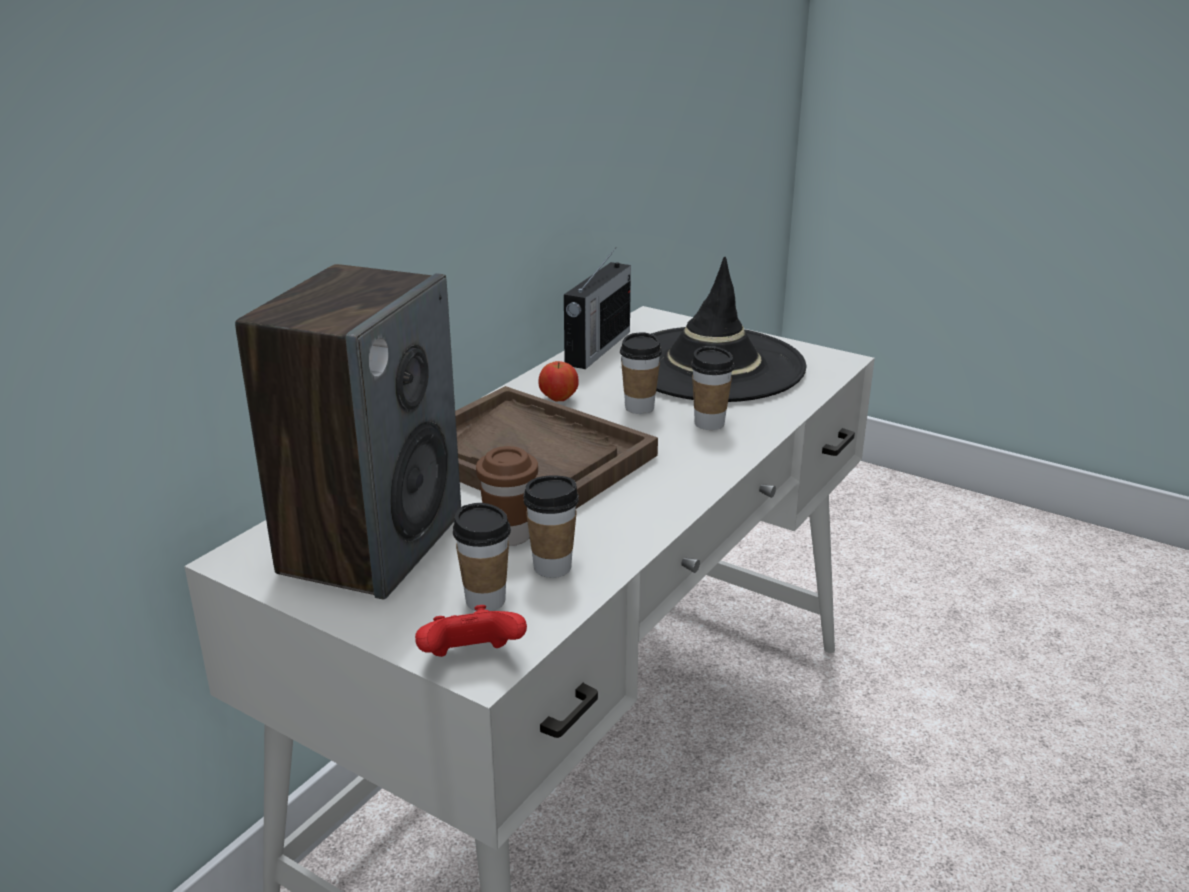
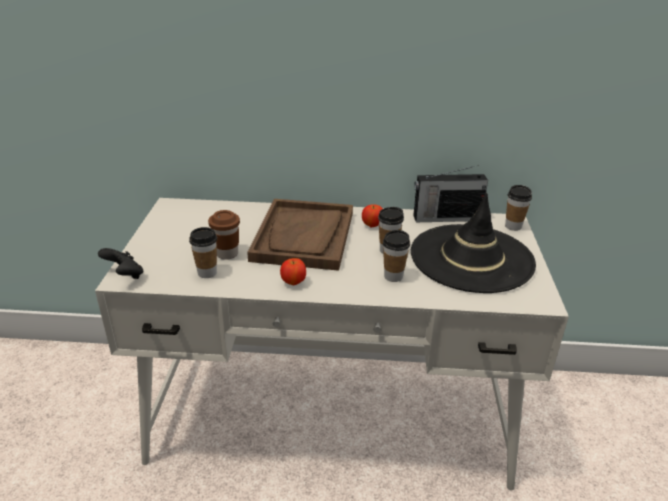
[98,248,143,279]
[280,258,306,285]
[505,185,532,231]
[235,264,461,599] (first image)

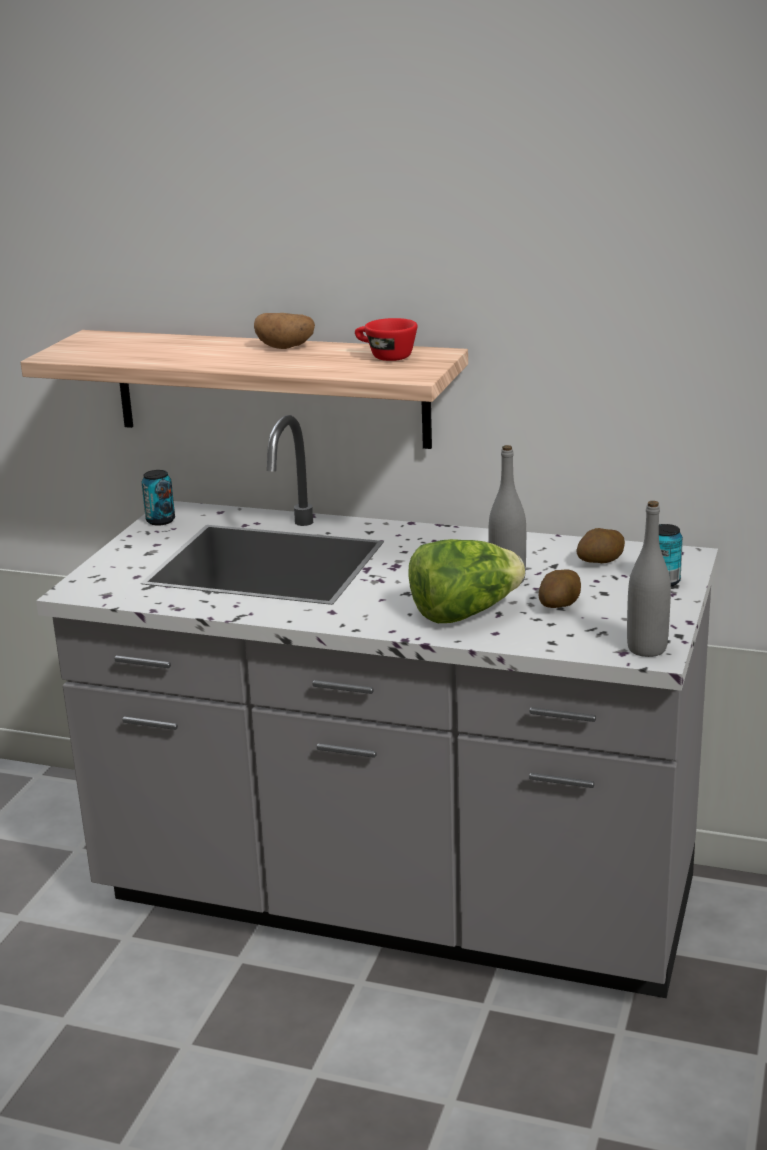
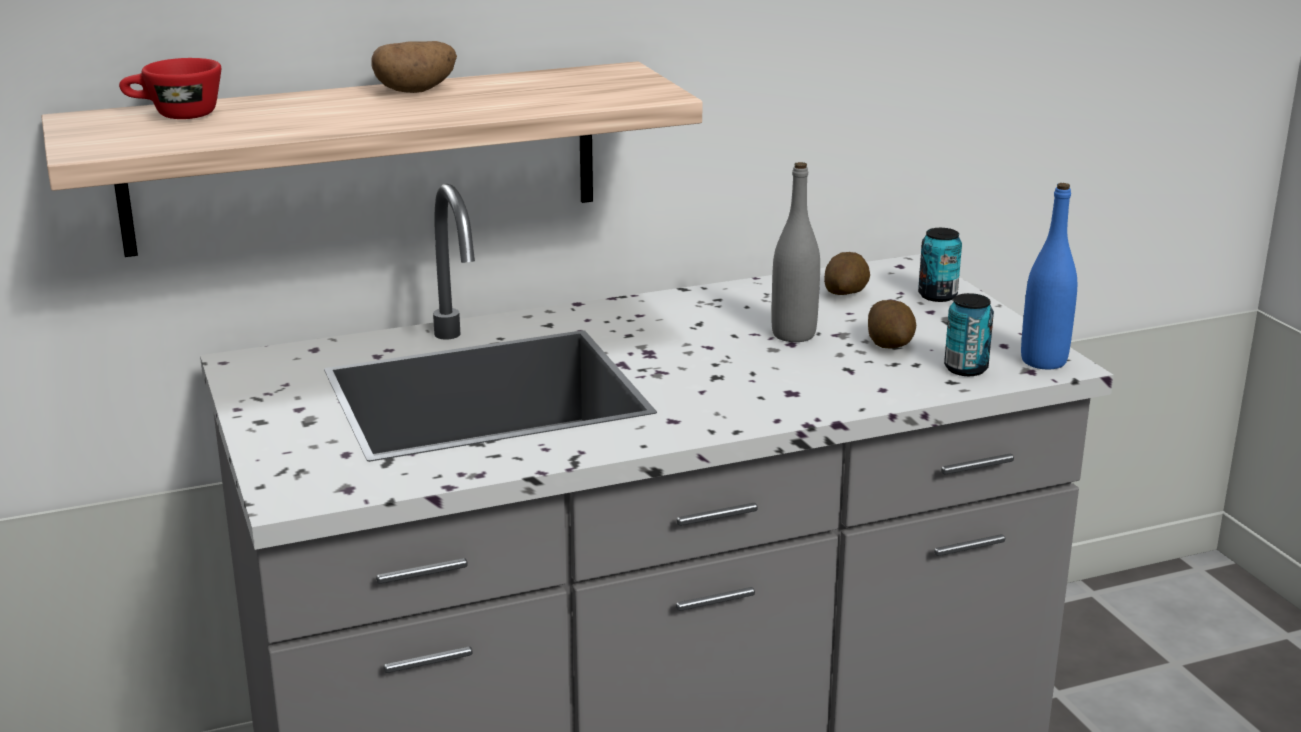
[119,58,221,119]
[944,293,994,376]
[1021,183,1077,369]
[408,539,525,623] (first image)

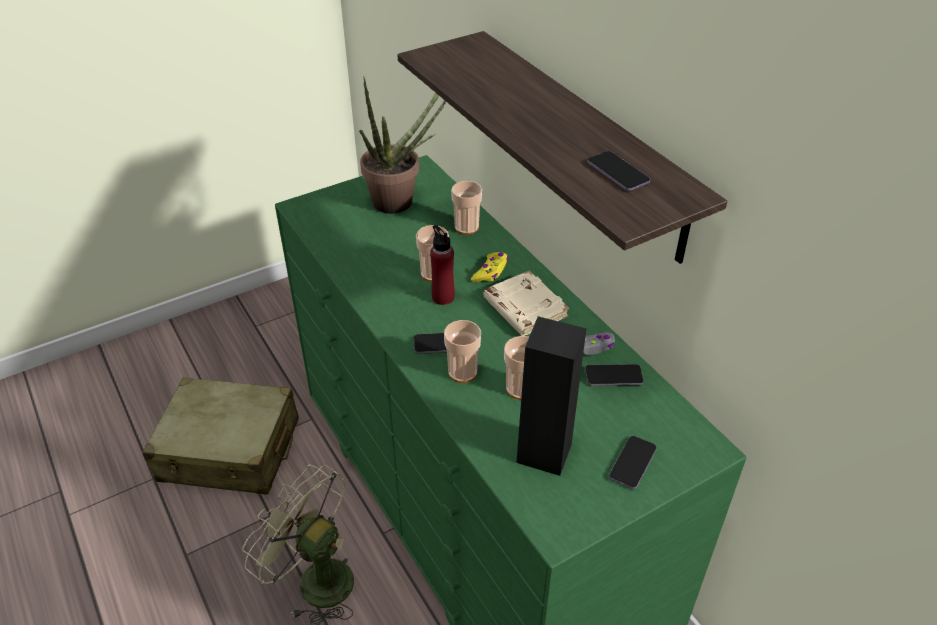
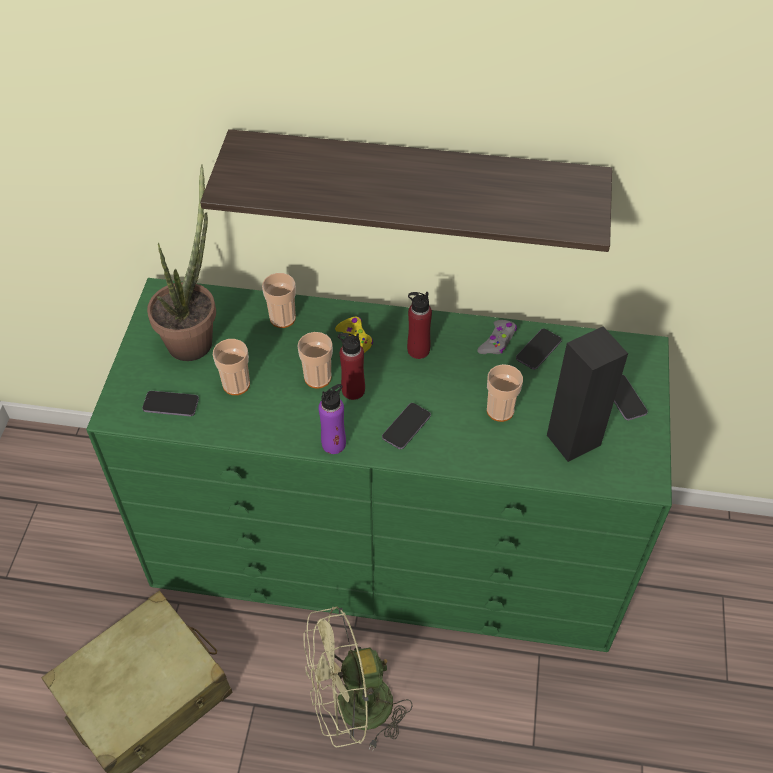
[142,391,199,416]
[213,339,250,395]
[319,384,346,454]
[407,292,432,359]

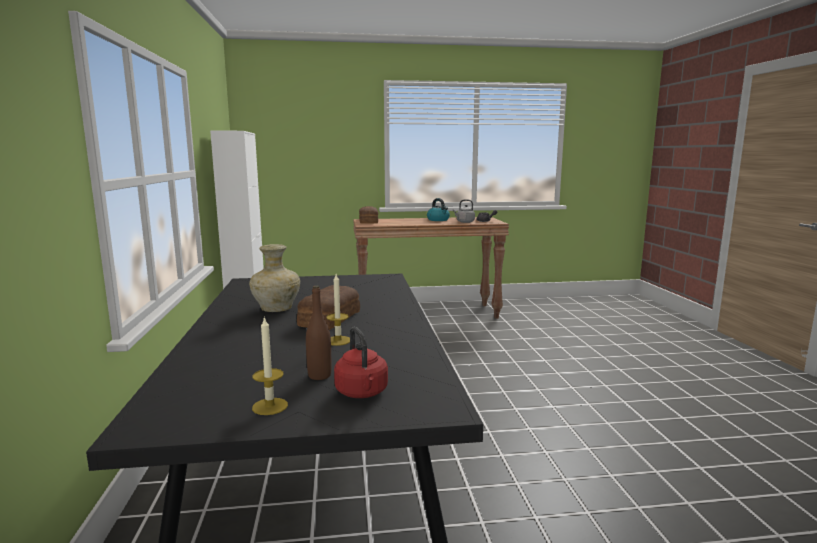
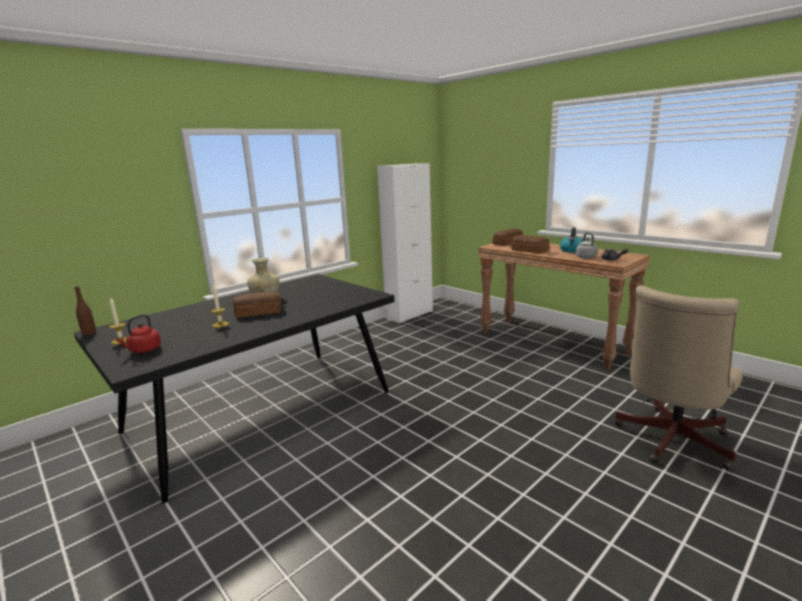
[75,286,96,335]
[511,235,549,254]
[614,285,743,470]

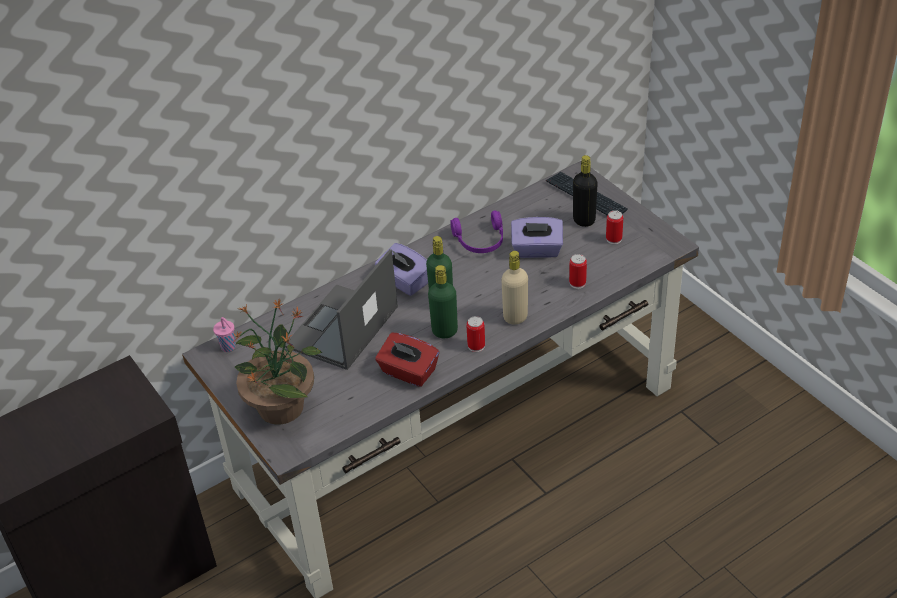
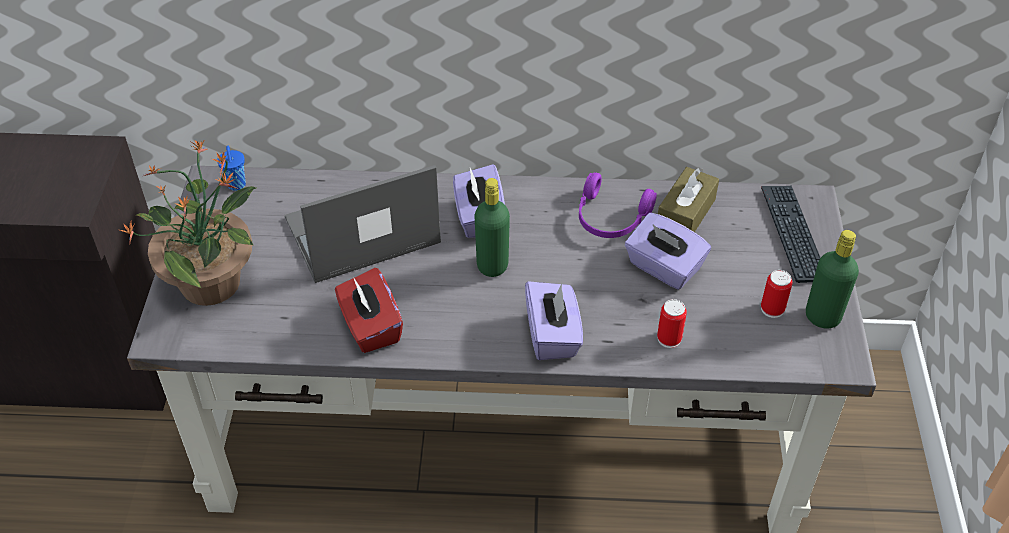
[217,146,246,191]
[525,281,583,360]
[658,167,719,232]
[806,230,859,329]
[466,316,485,352] (first image)
[573,155,598,227] (first image)

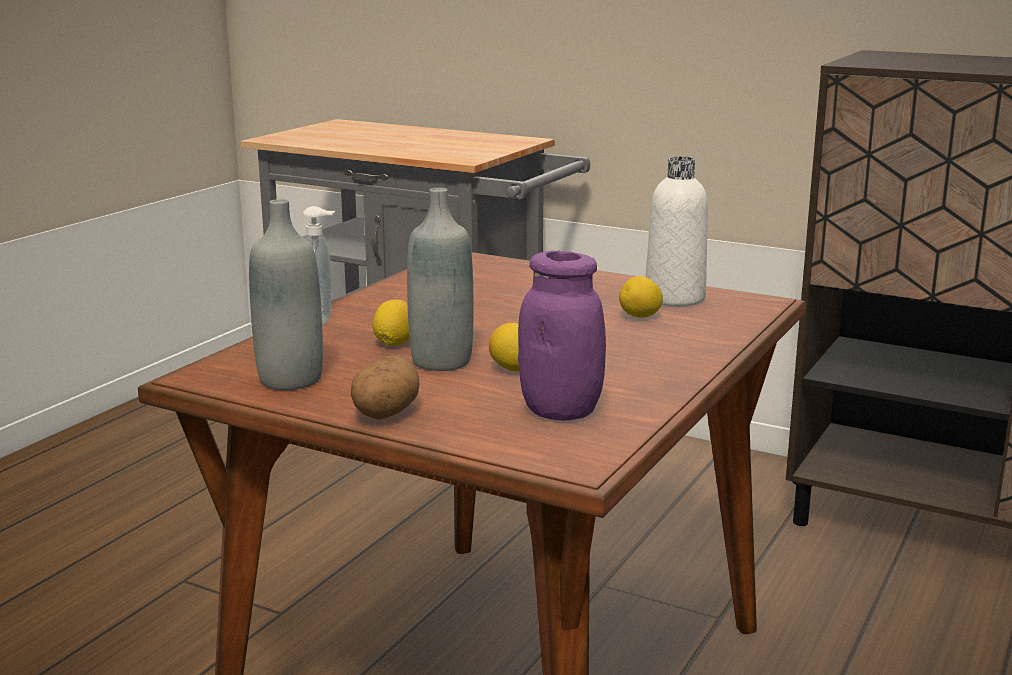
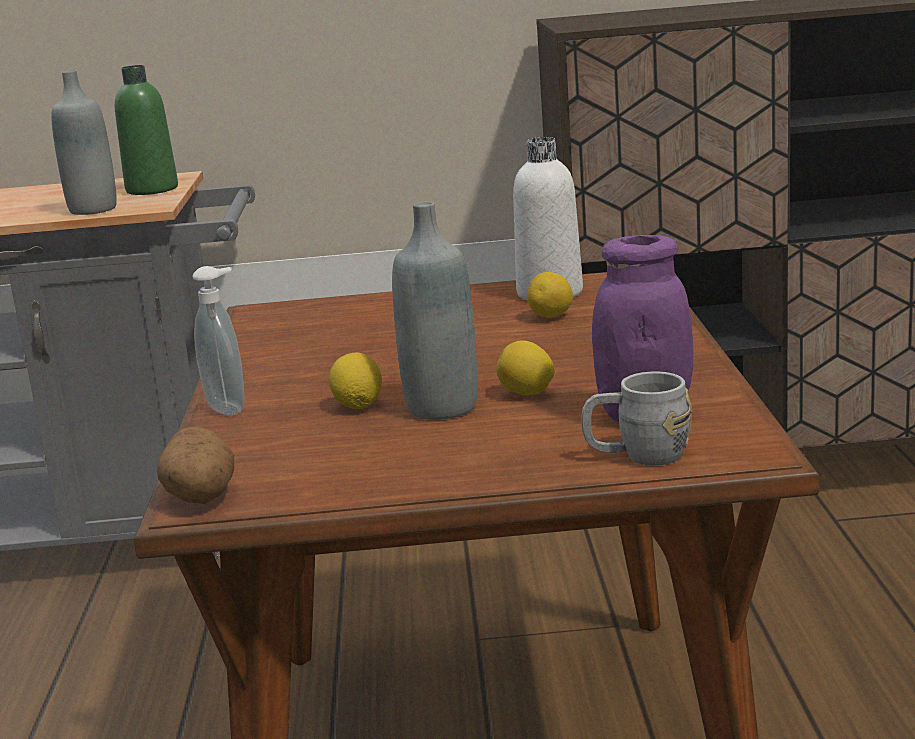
[51,70,117,215]
[115,65,178,195]
[157,427,234,504]
[581,371,692,466]

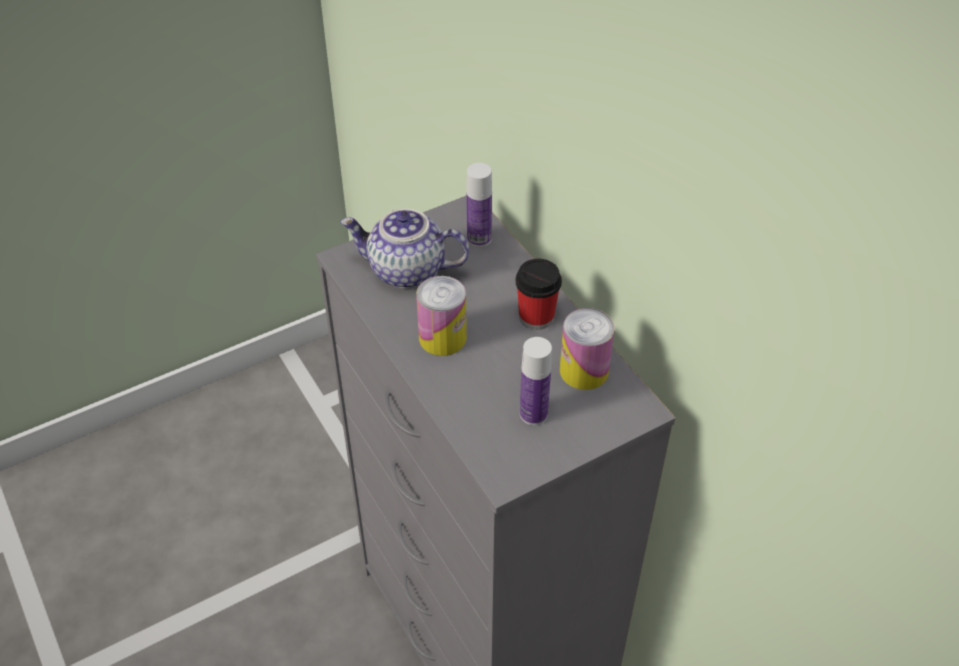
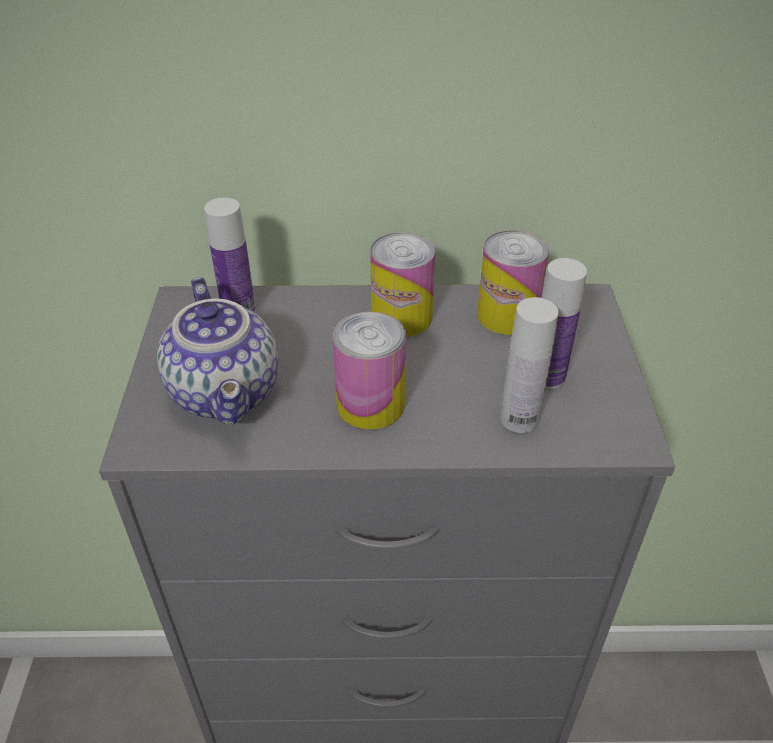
[157,277,279,424]
[370,232,436,337]
[500,297,559,433]

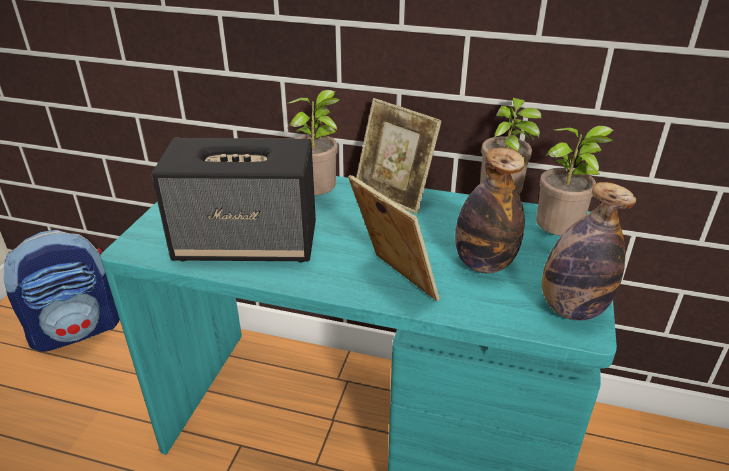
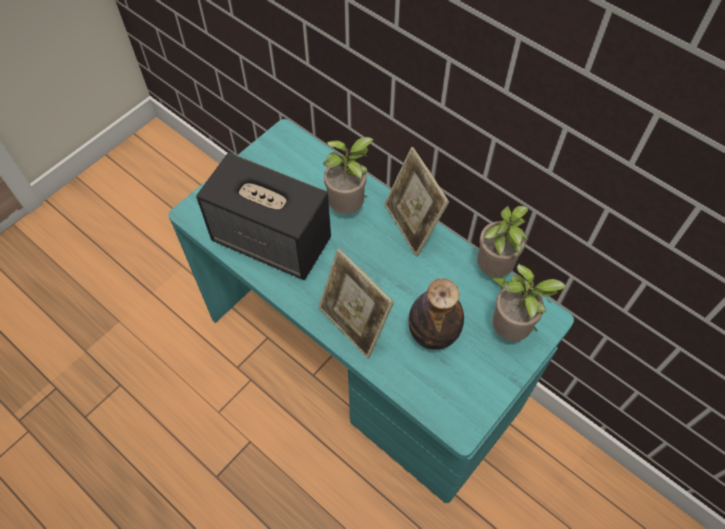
[319,249,394,359]
[3,230,120,352] (first image)
[542,182,636,320] (first image)

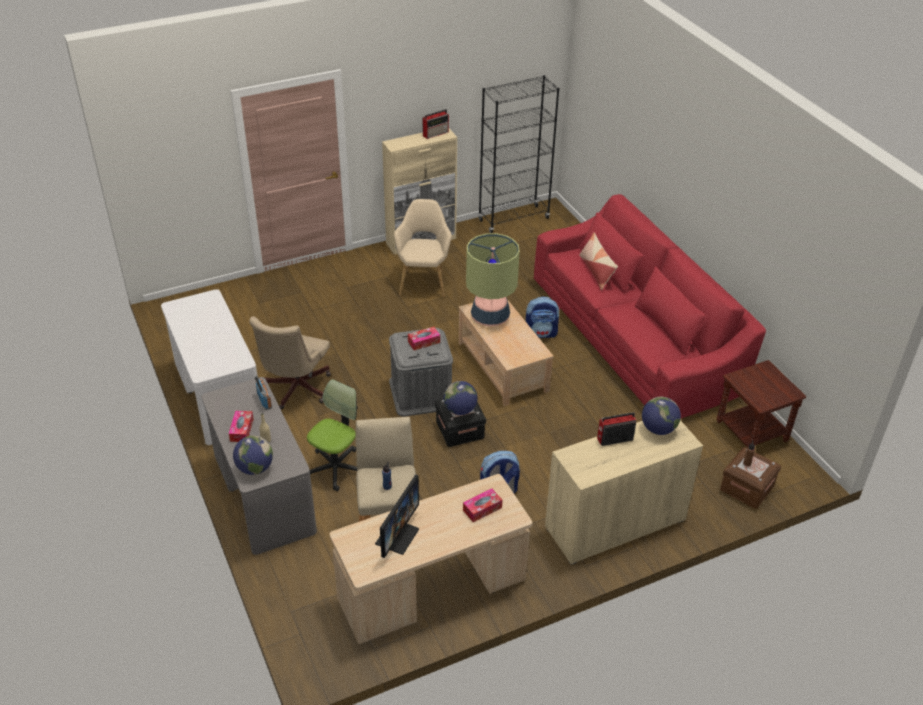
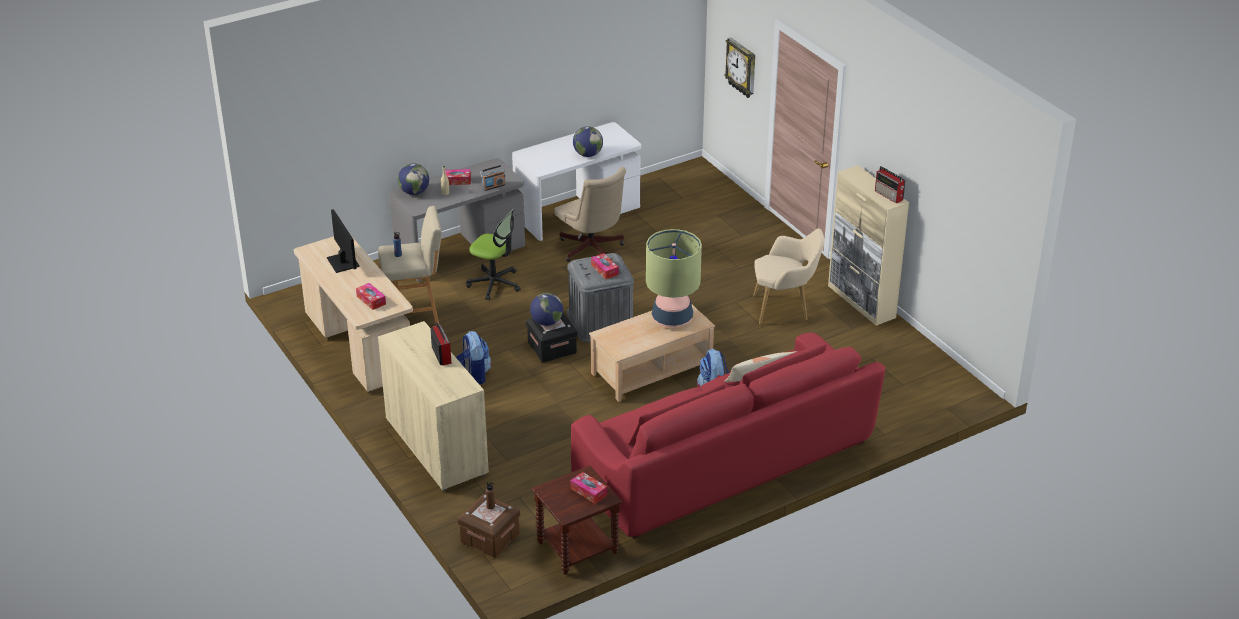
[327,209,360,273]
[554,167,626,262]
[571,472,607,504]
[573,126,603,157]
[724,37,755,98]
[478,75,560,233] (first image)

